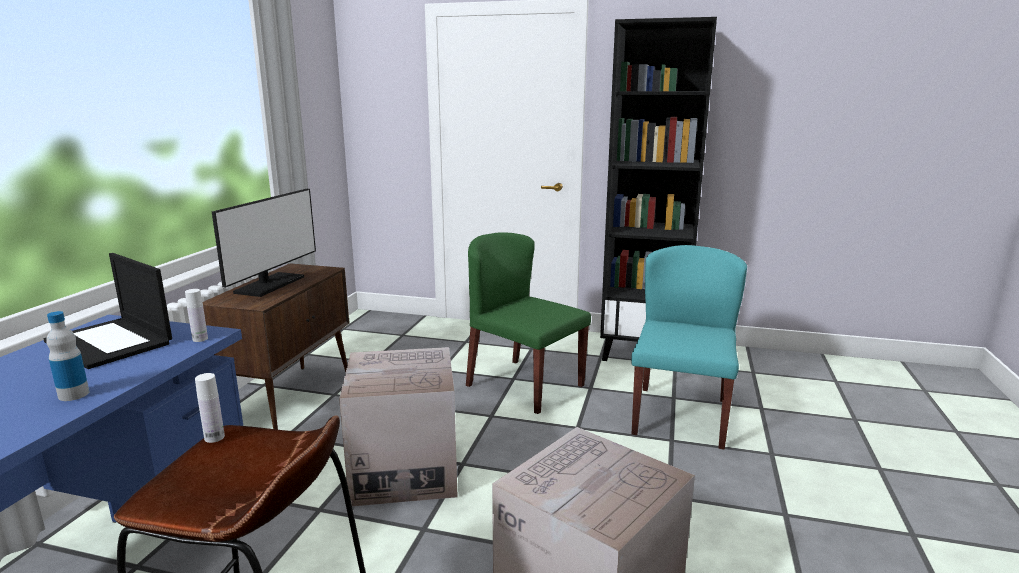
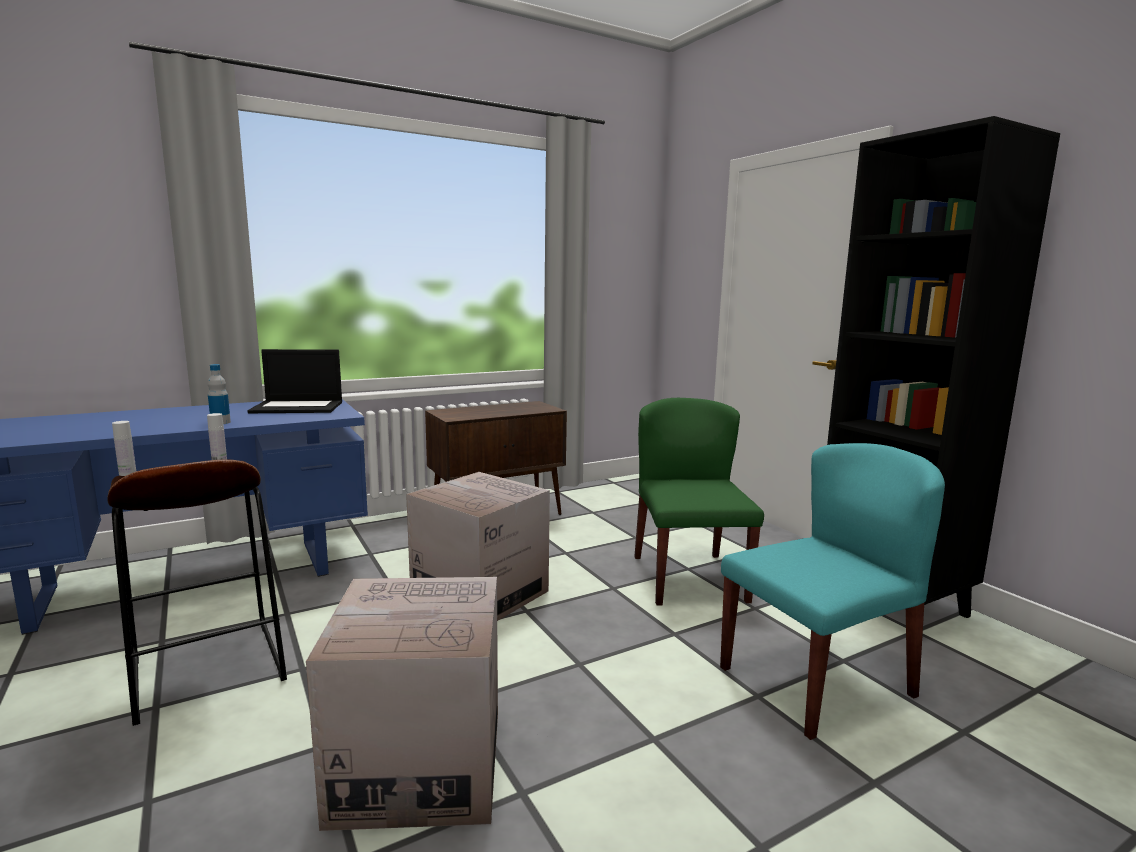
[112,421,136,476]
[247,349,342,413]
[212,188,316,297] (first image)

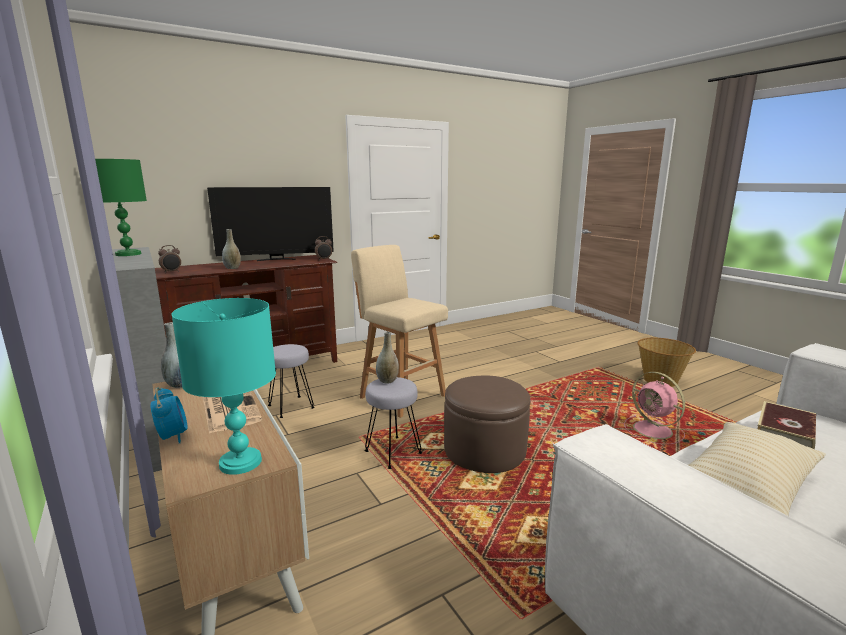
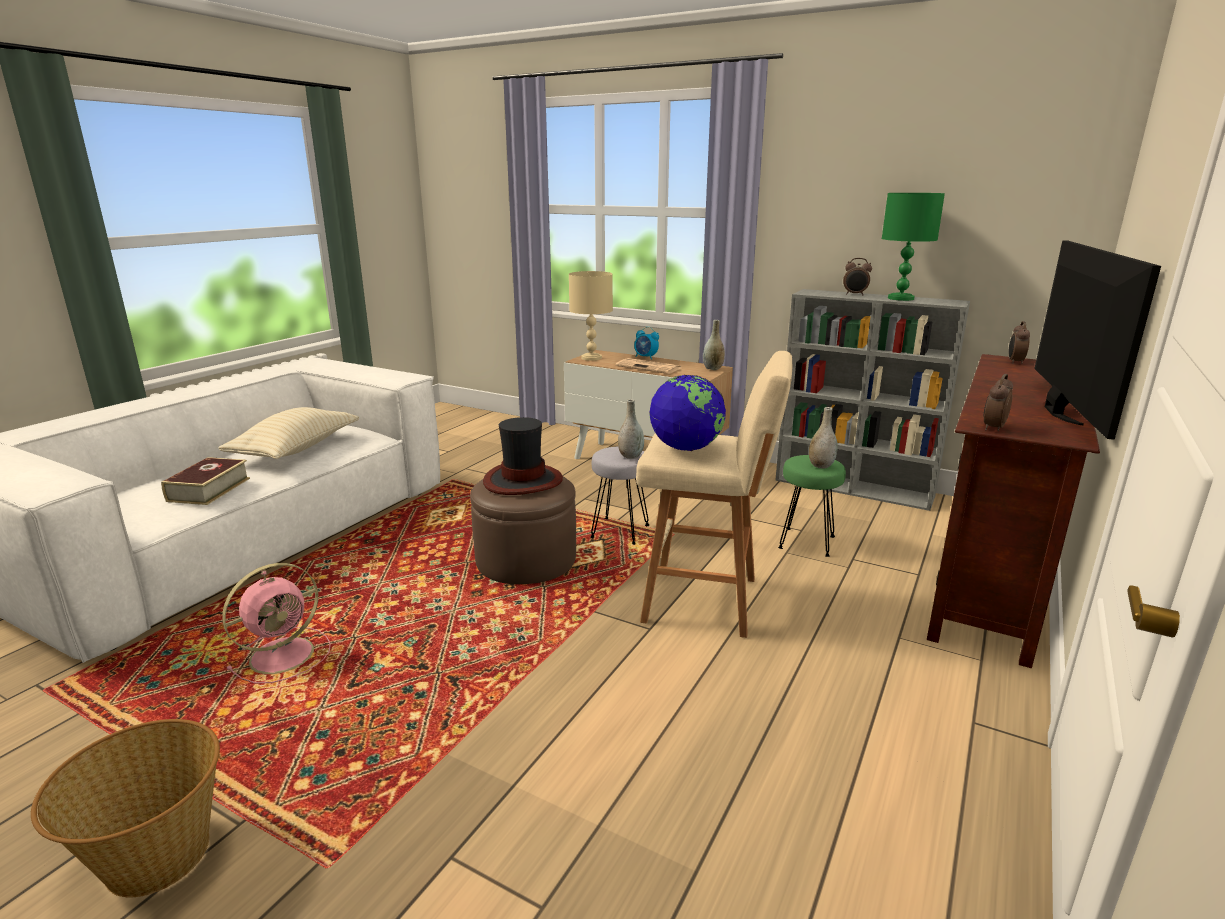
[222,563,331,683]
[483,417,563,495]
[569,271,613,361]
[649,375,726,451]
[778,455,846,557]
[809,407,838,469]
[843,258,872,295]
[1034,241,1161,440]

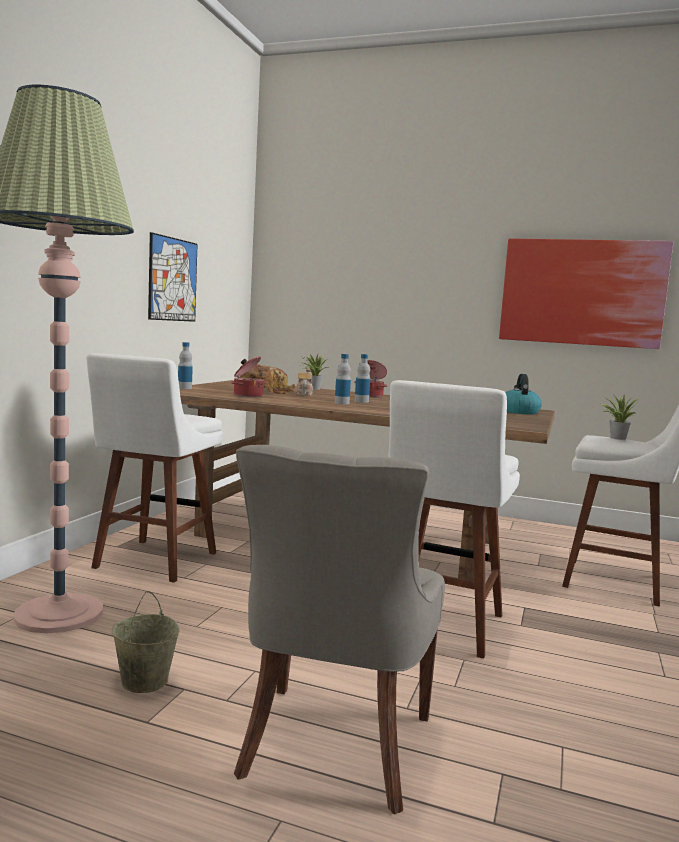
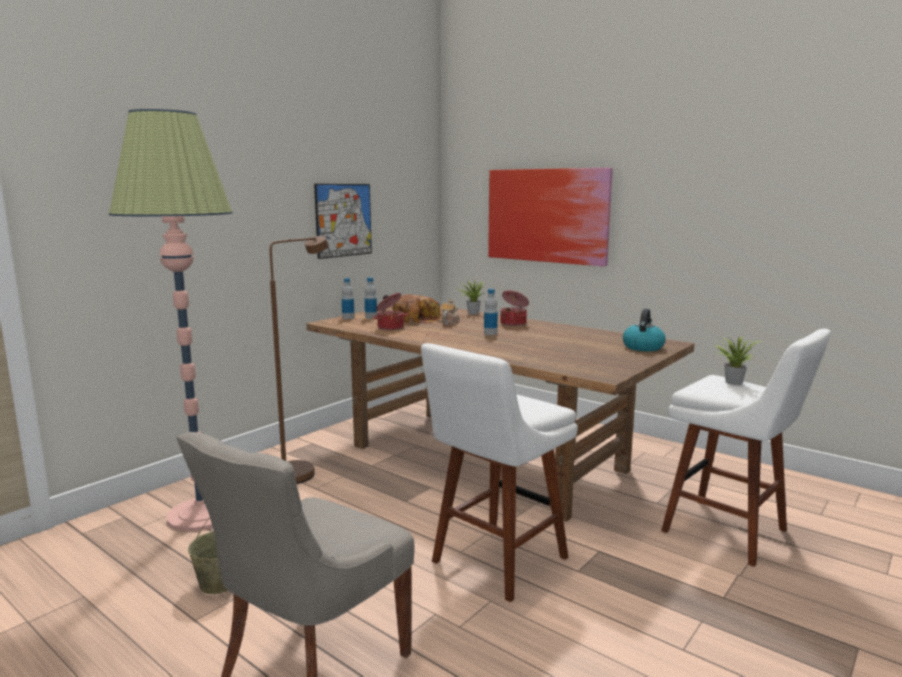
[270,236,329,484]
[365,277,377,319]
[488,168,613,267]

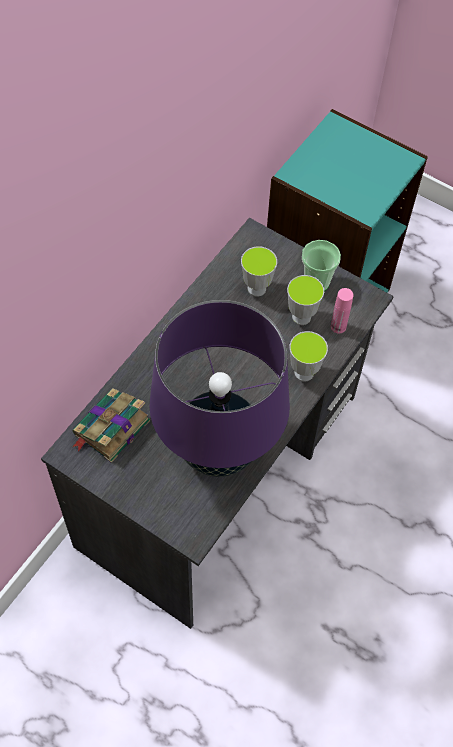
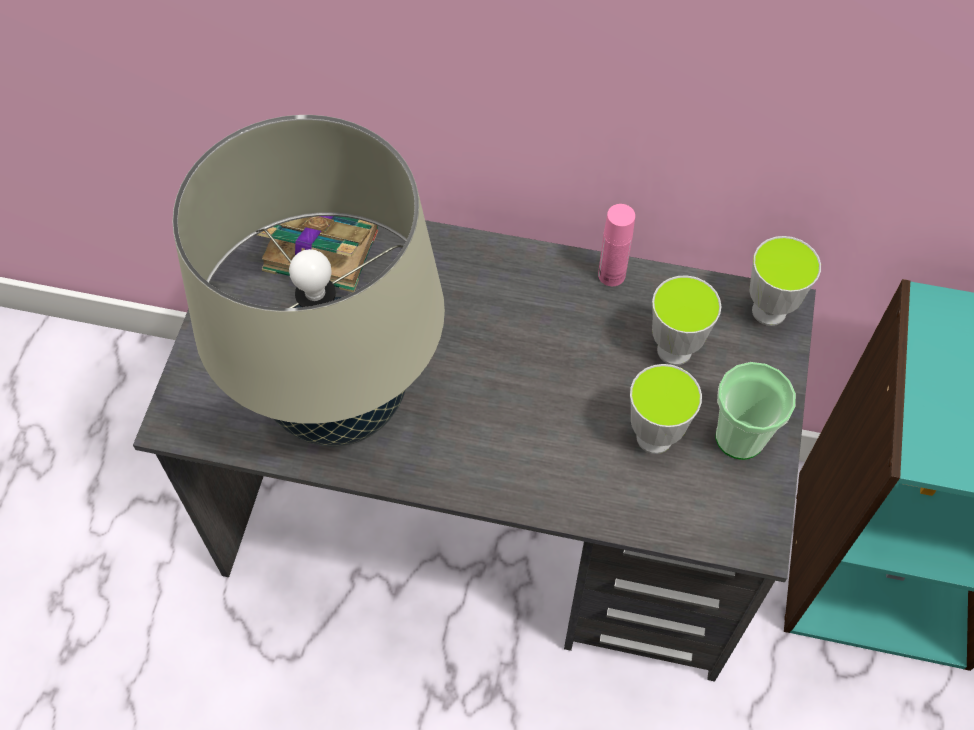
[172,115,445,447]
[598,204,635,286]
[750,236,821,326]

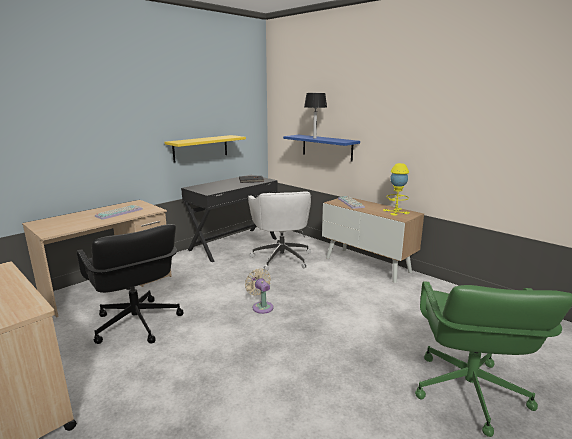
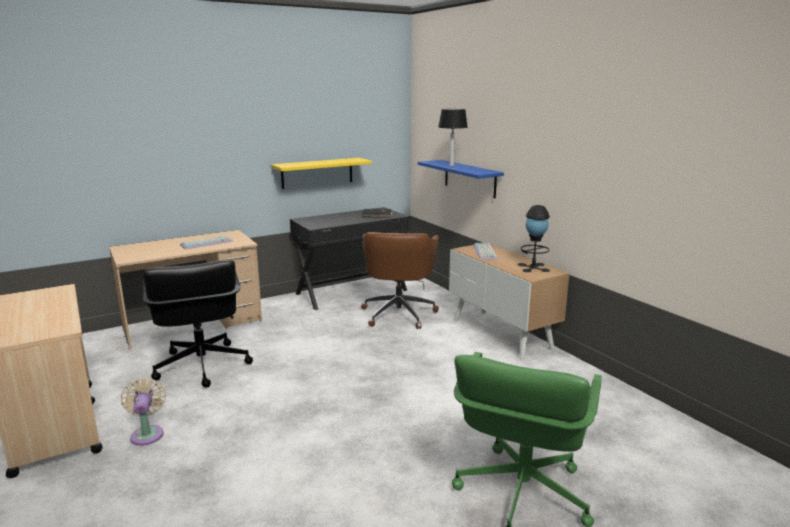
[121,378,166,446]
[361,232,439,329]
[518,205,550,272]

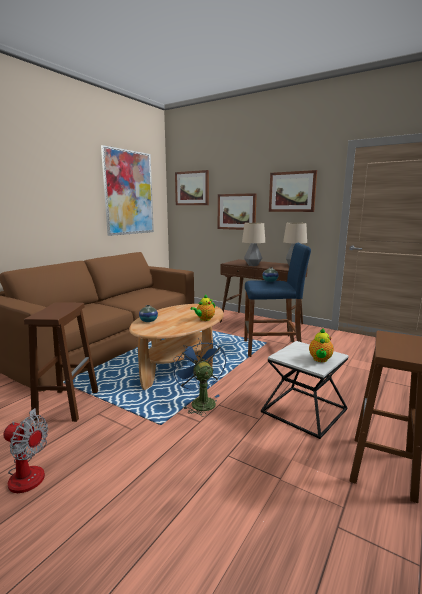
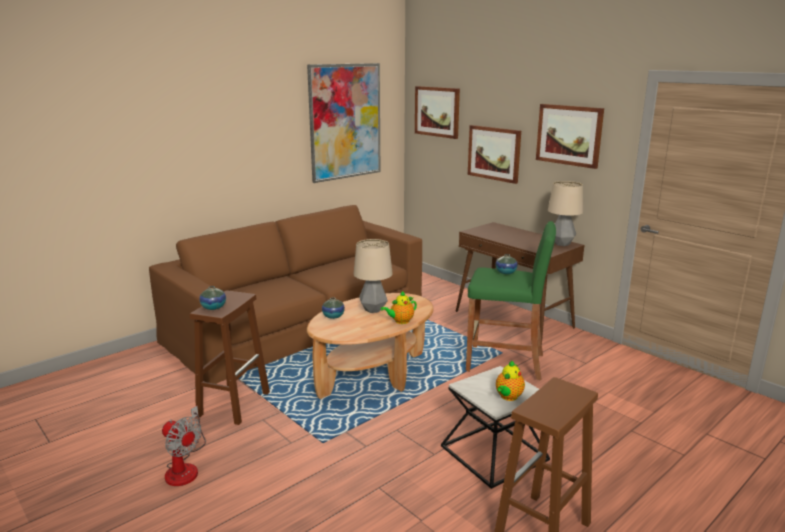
[199,286,226,310]
[354,239,393,313]
[466,221,556,380]
[173,339,226,417] (first image)

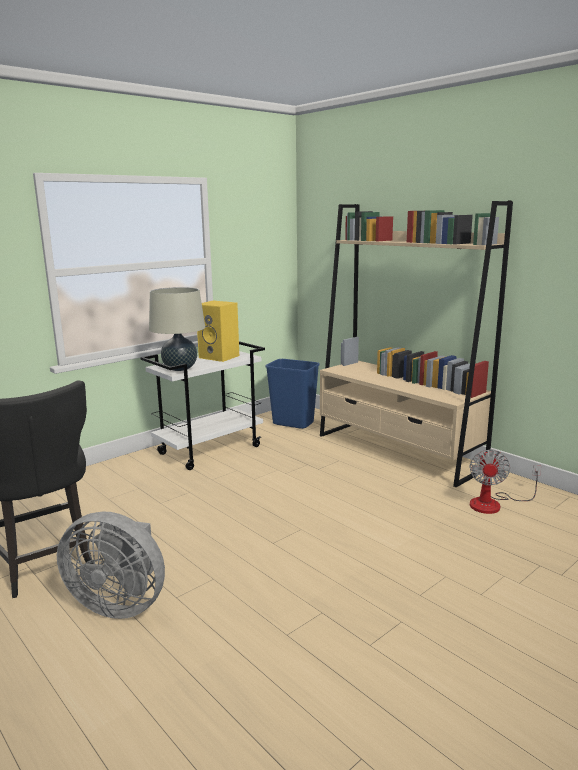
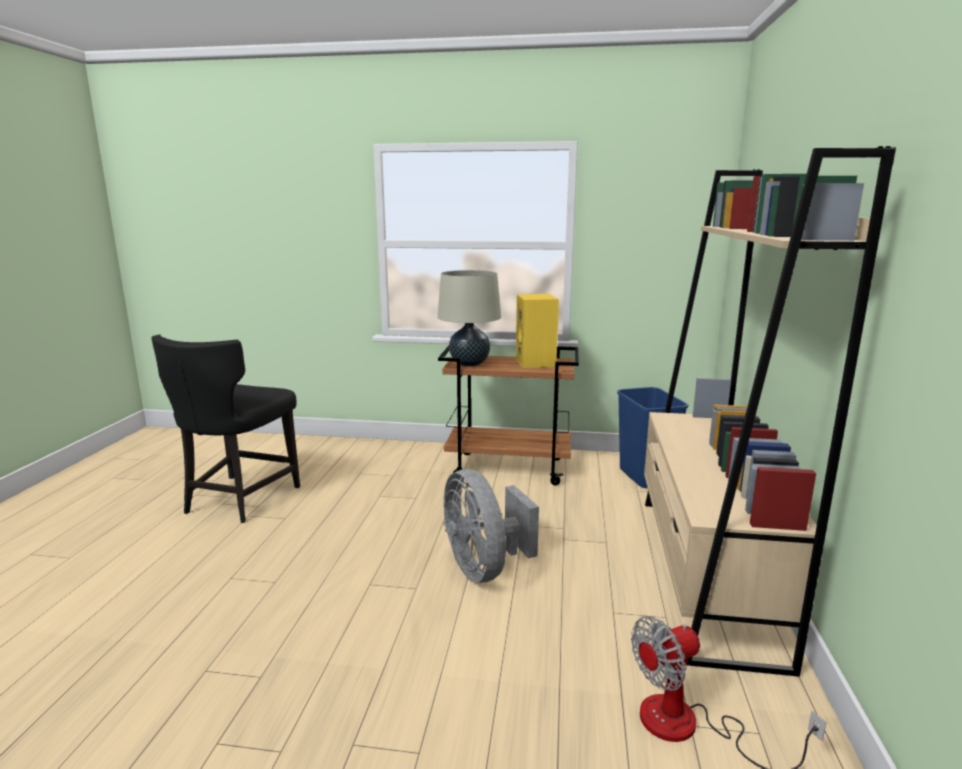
[438,346,579,485]
[443,469,539,583]

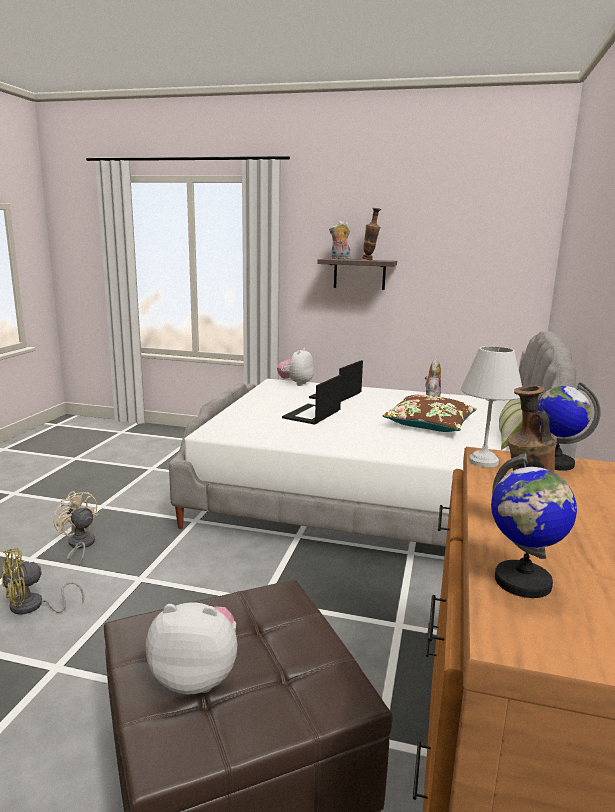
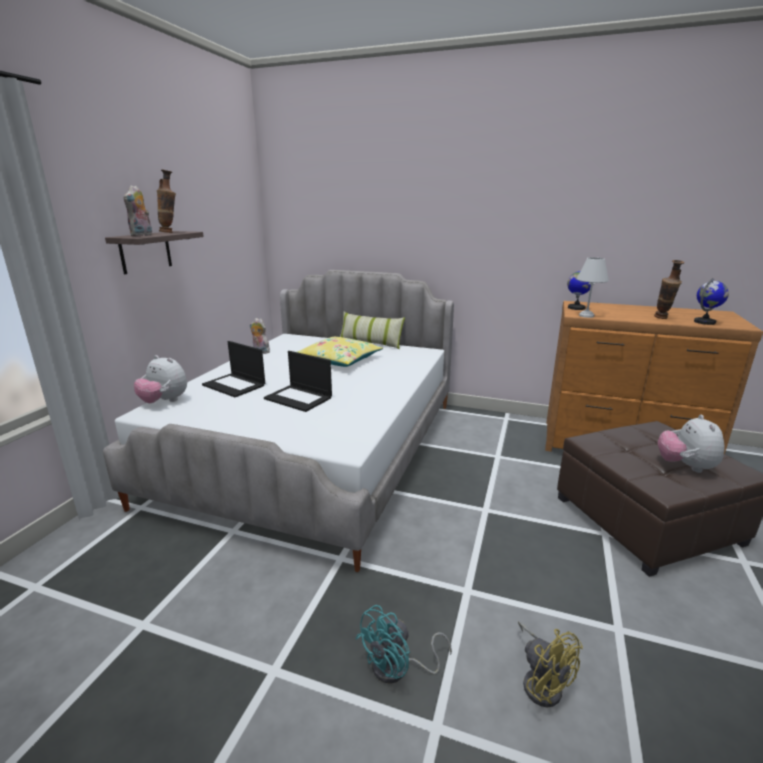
[297,337,383,367]
[355,605,452,684]

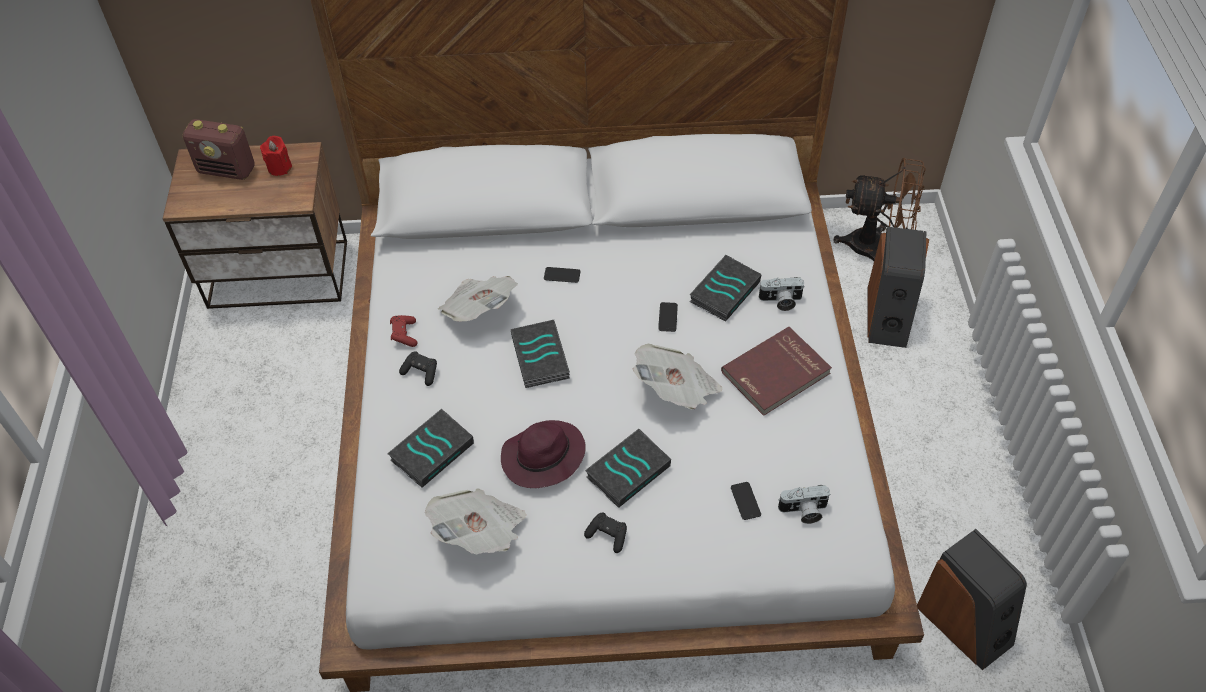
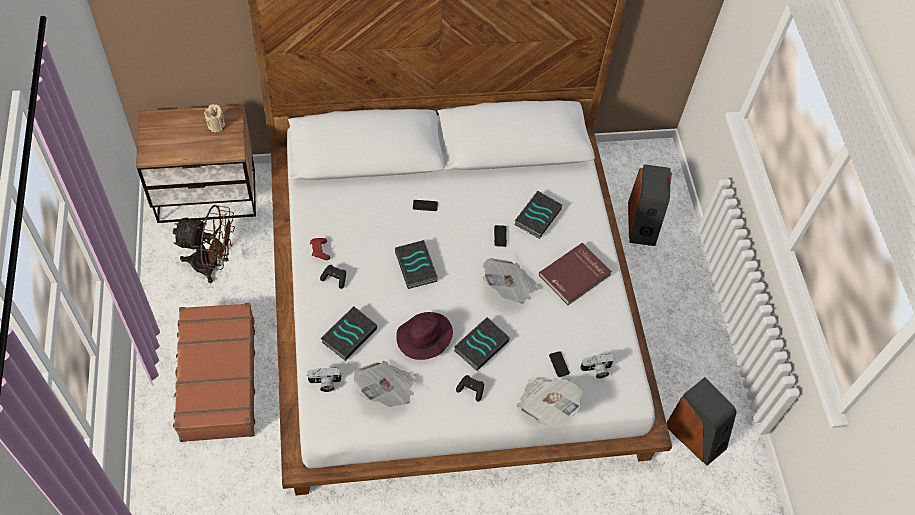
[173,205,235,283]
[173,303,255,442]
[204,104,225,132]
[306,367,342,392]
[517,378,583,425]
[182,119,255,180] (first image)

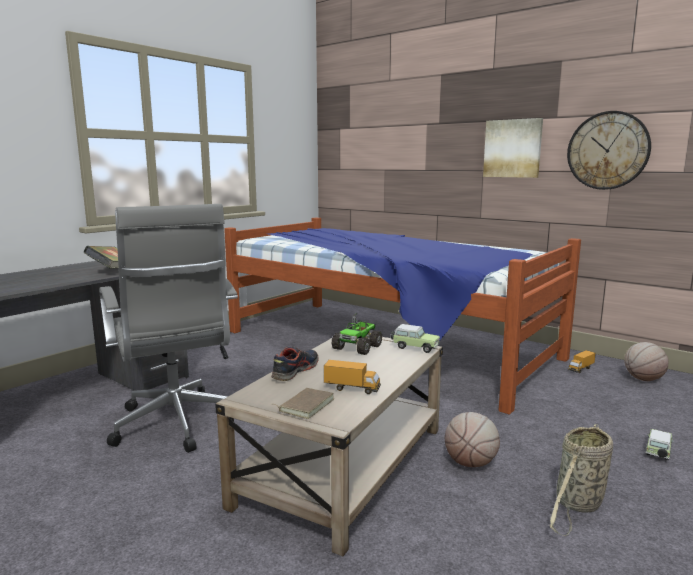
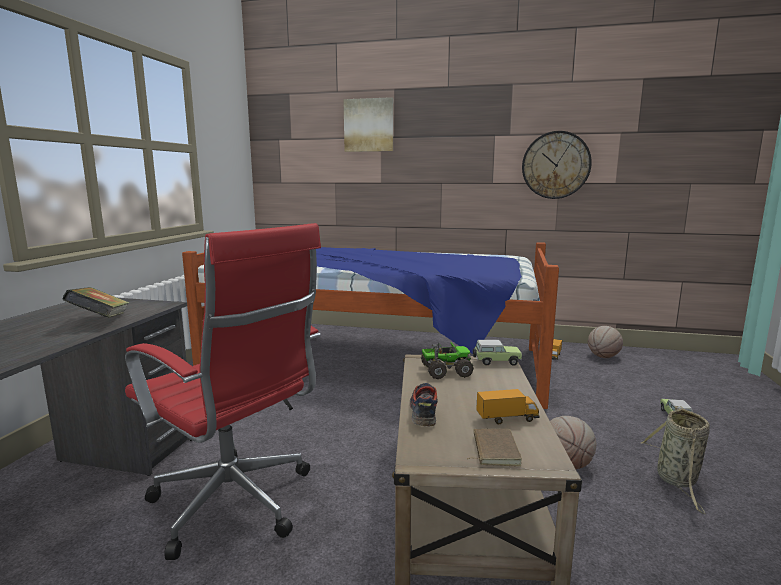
[125,223,321,560]
[343,97,393,152]
[421,342,474,379]

